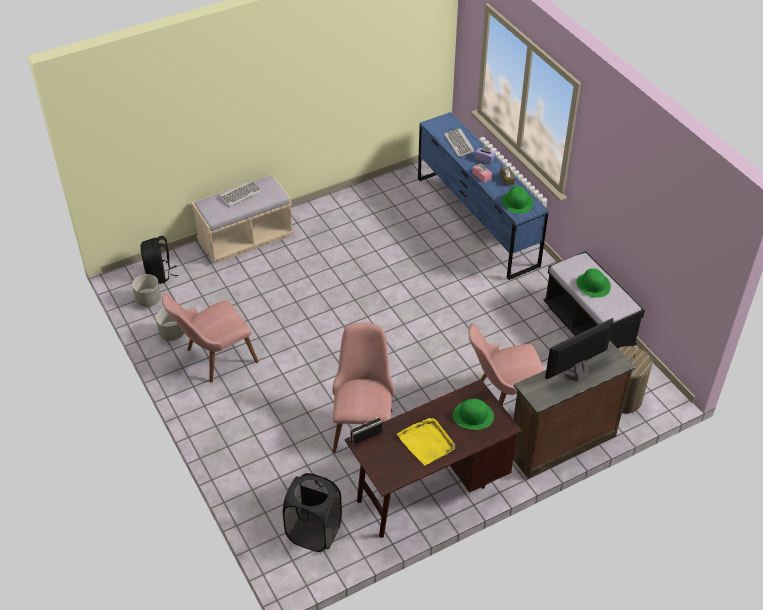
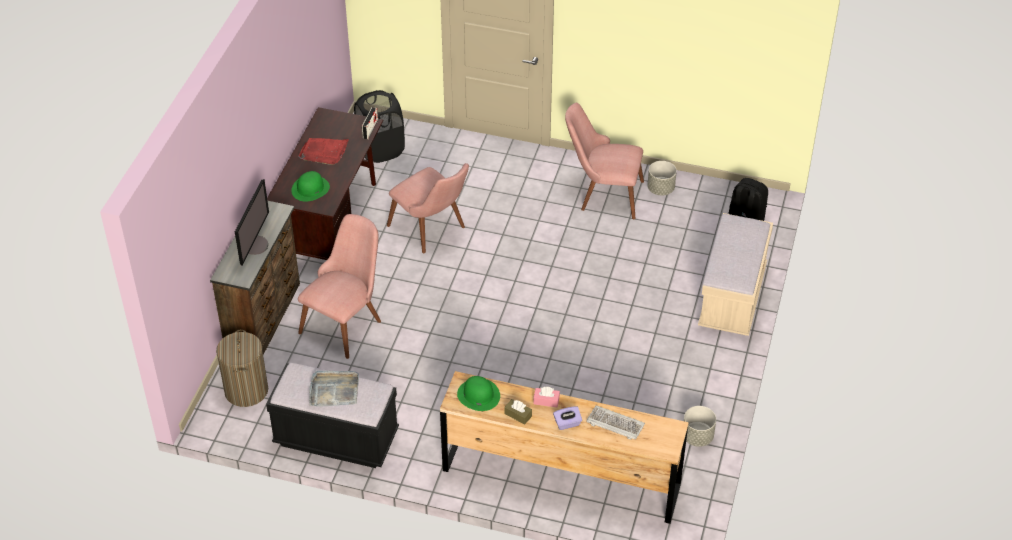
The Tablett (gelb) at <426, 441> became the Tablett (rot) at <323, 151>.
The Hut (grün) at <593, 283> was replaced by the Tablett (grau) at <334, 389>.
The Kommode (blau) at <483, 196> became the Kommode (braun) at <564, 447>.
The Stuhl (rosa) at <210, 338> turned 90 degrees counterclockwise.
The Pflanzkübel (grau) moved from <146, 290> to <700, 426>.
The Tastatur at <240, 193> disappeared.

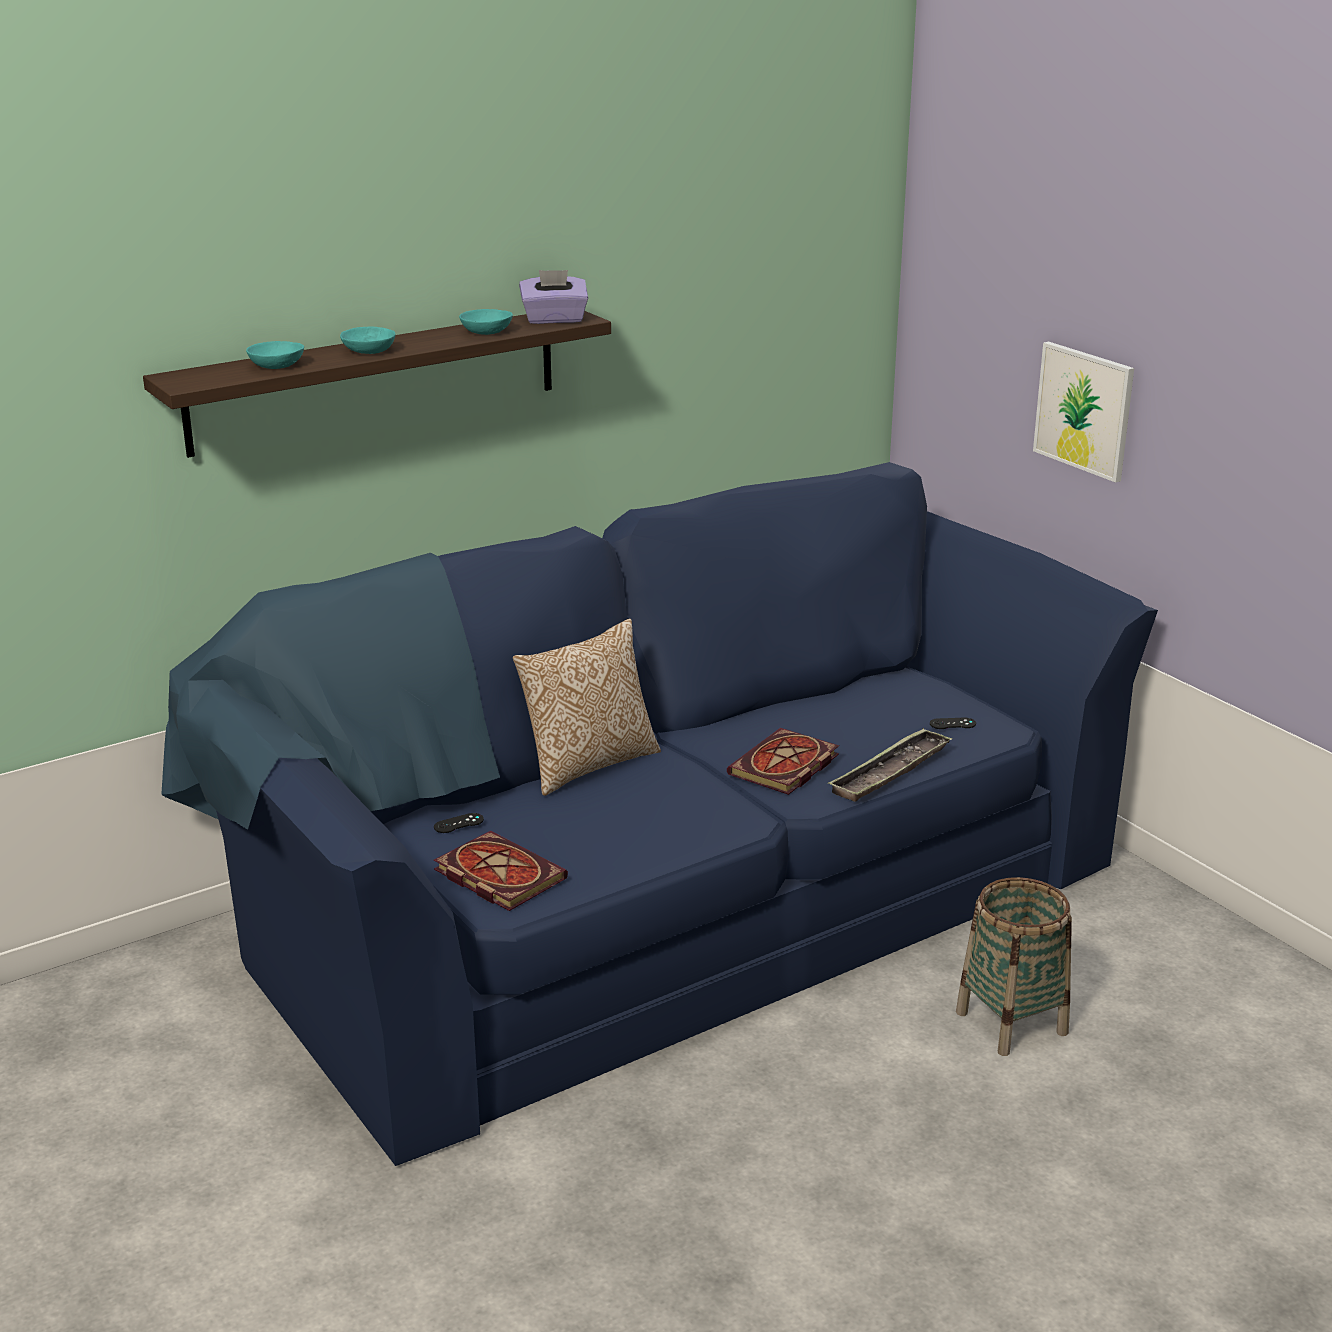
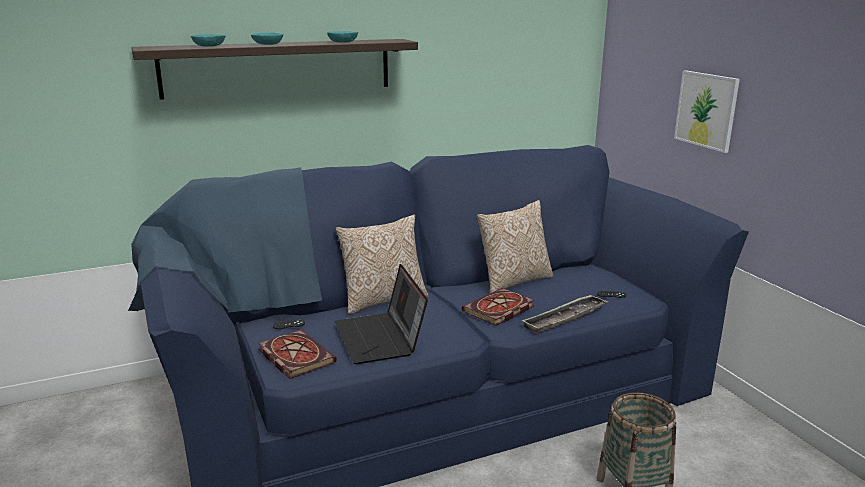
The Laptop at <381, 314> appeared.
The Kissen at <515, 246> appeared.
The Taschentuchbox (lila) at <553, 297> disappeared.

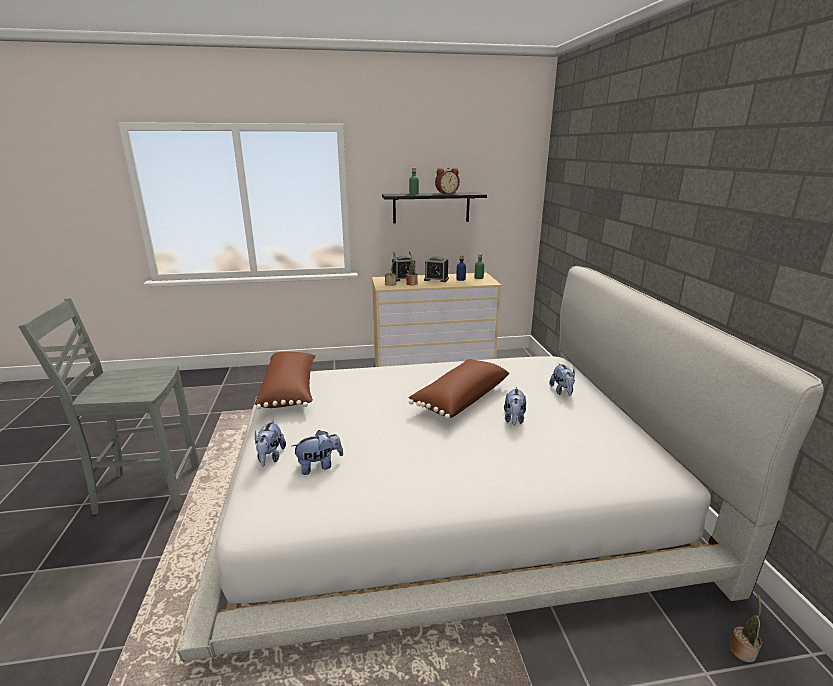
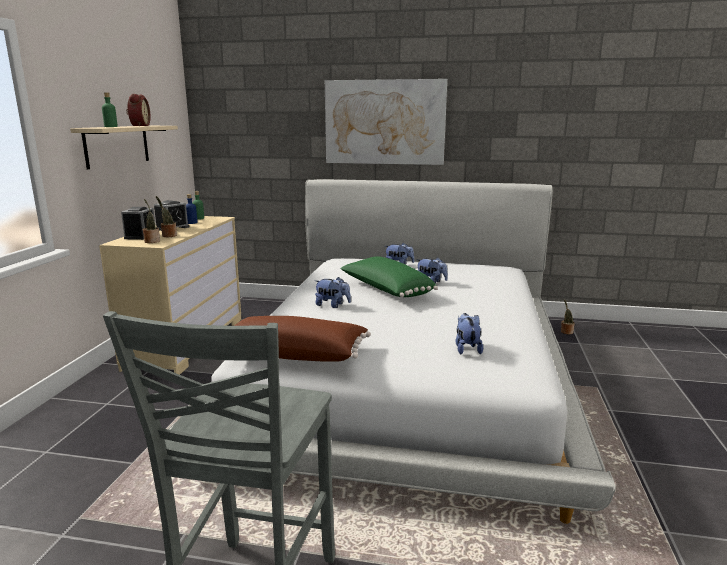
The Wandregal (schwarz) at <434, 208> became the Wandregal (beige) at <124, 147>.
The Plüschtier moved from <270, 443> to <333, 292>.
The Bild at <386, 122> appeared.
The Kissen (braun) at <458, 389> became the Kissen (grün) at <389, 276>.

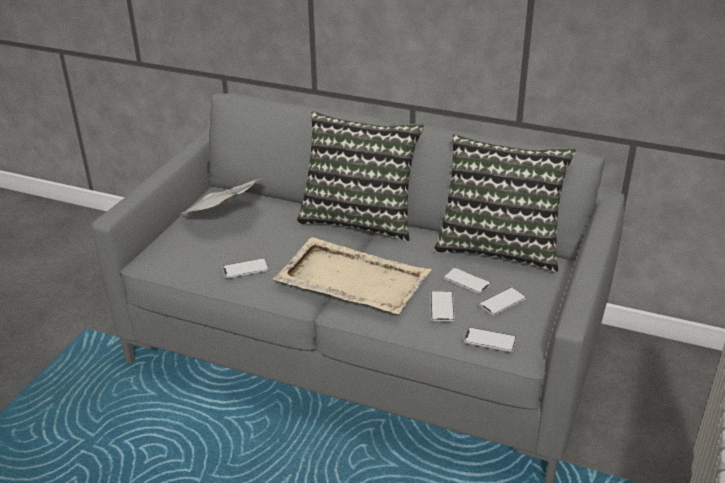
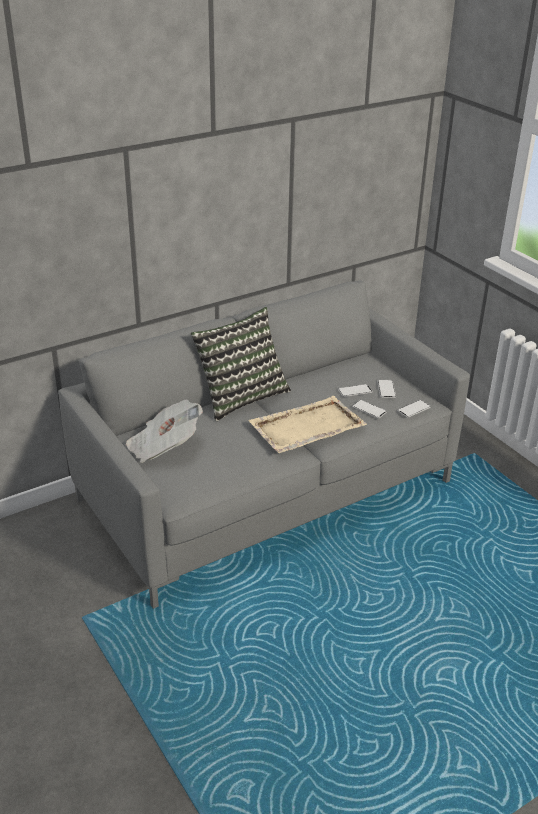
The Handy at <246, 268> disappeared.
The Kissen at <505, 203> disappeared.

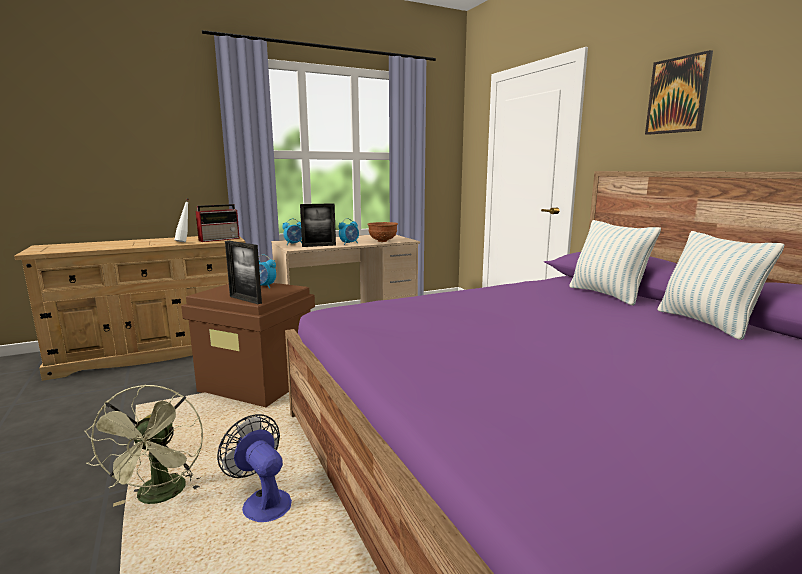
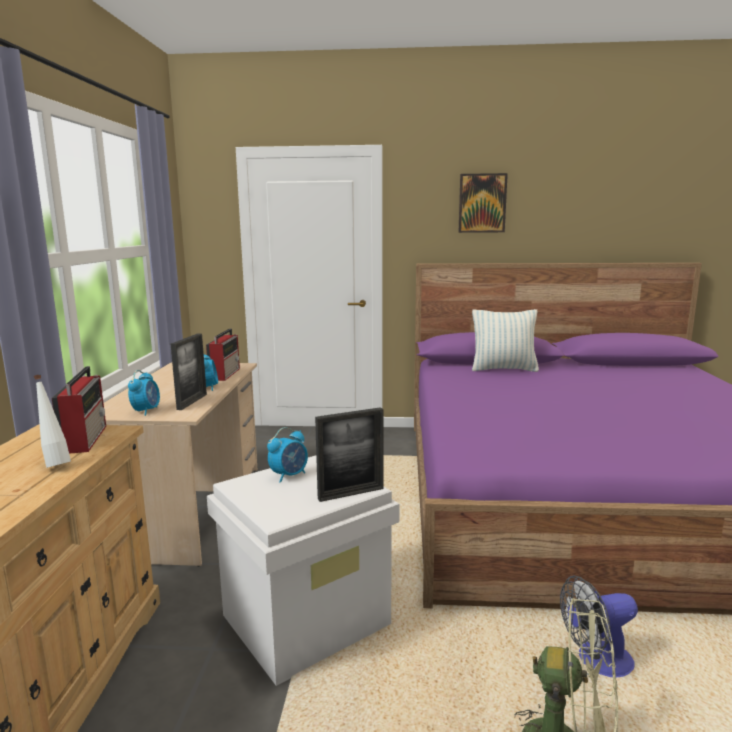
The Schüssel (braun) at <382, 232> was replaced by the Radio at <223, 354>.
The Aufbewahrungsbox (braun) at <248, 345> became the Aufbewahrungsbox (weiß) at <303, 570>.
The Kissen at <720, 285> disappeared.

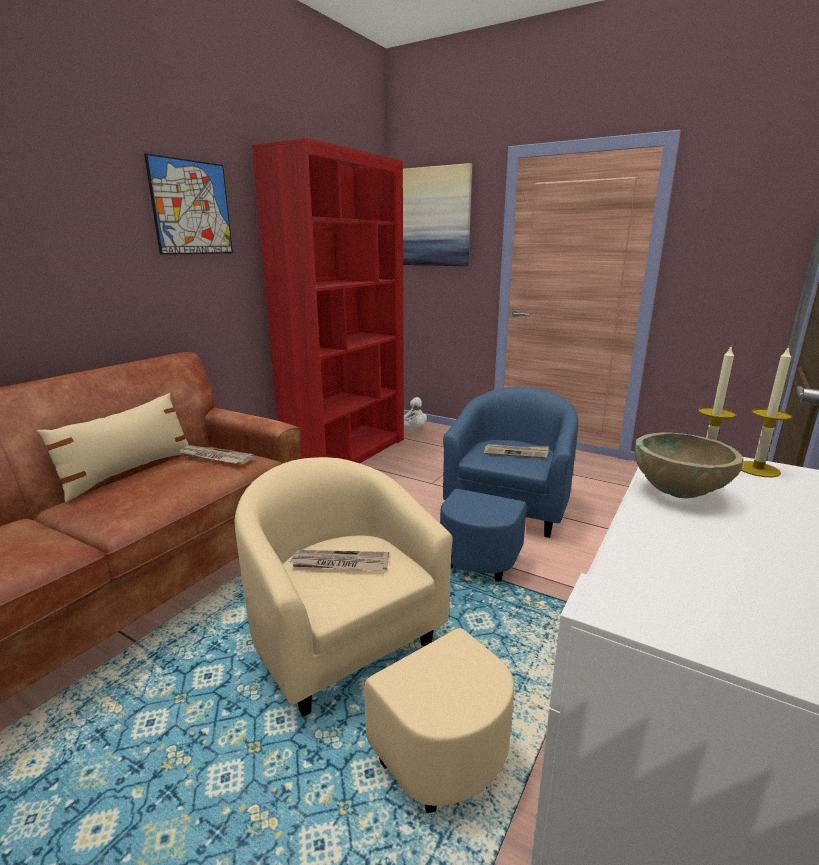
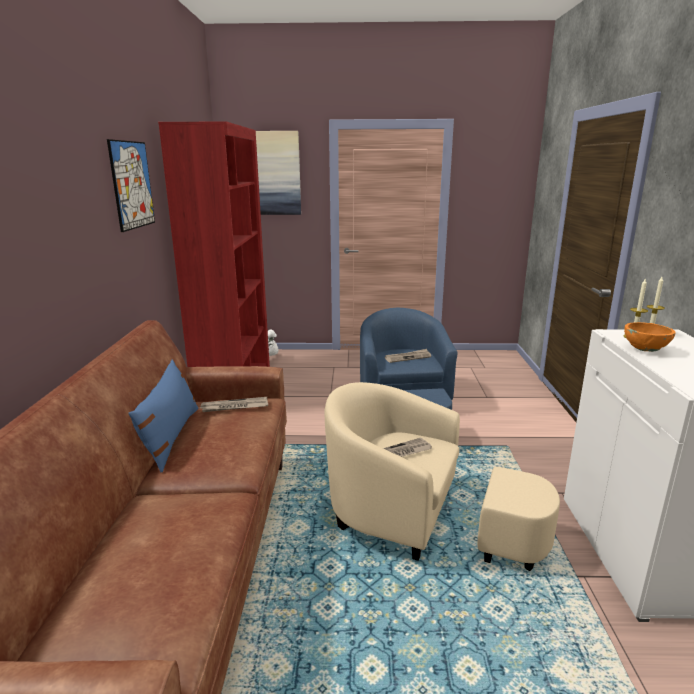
The Kissen (beige) at <113, 447> became the Kissen (blau) at <163, 416>.
The Schüssel (beige) at <688, 465> became the Schüssel (orange) at <650, 337>.

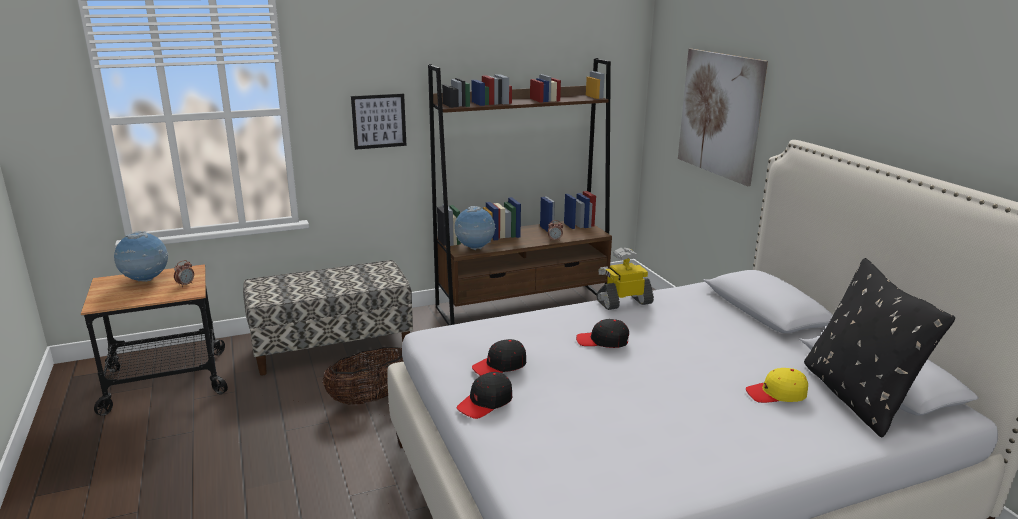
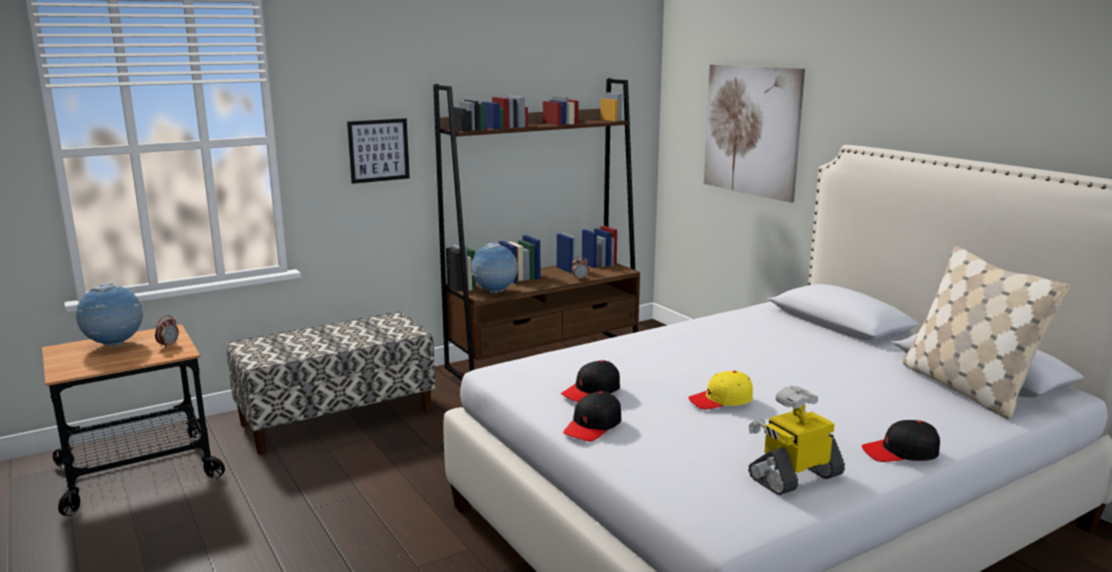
The Kappe (gelb) moved from <777, 385> to <720, 390>.
The Spielzeugroboter moved from <625, 279> to <796, 440>.
The Kappe (schwarz) moved from <602, 333> to <901, 441>.
The Kissen (schwarz) at <879, 348> became the Kissen (beige) at <986, 333>.
The Korb at <363, 376> disappeared.

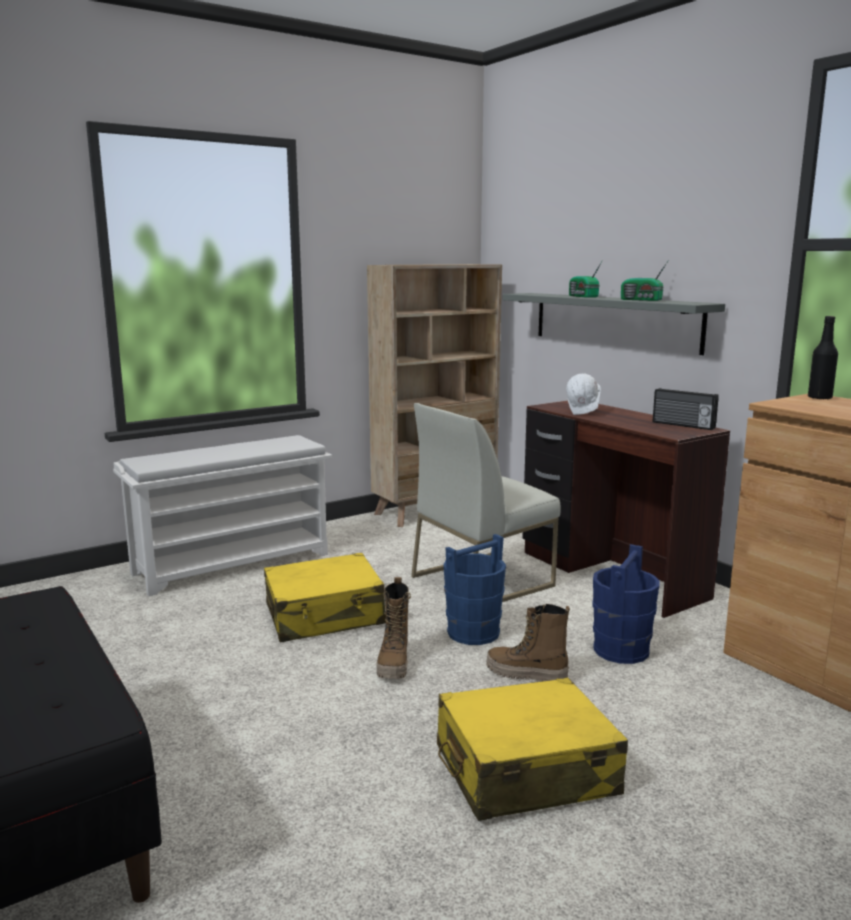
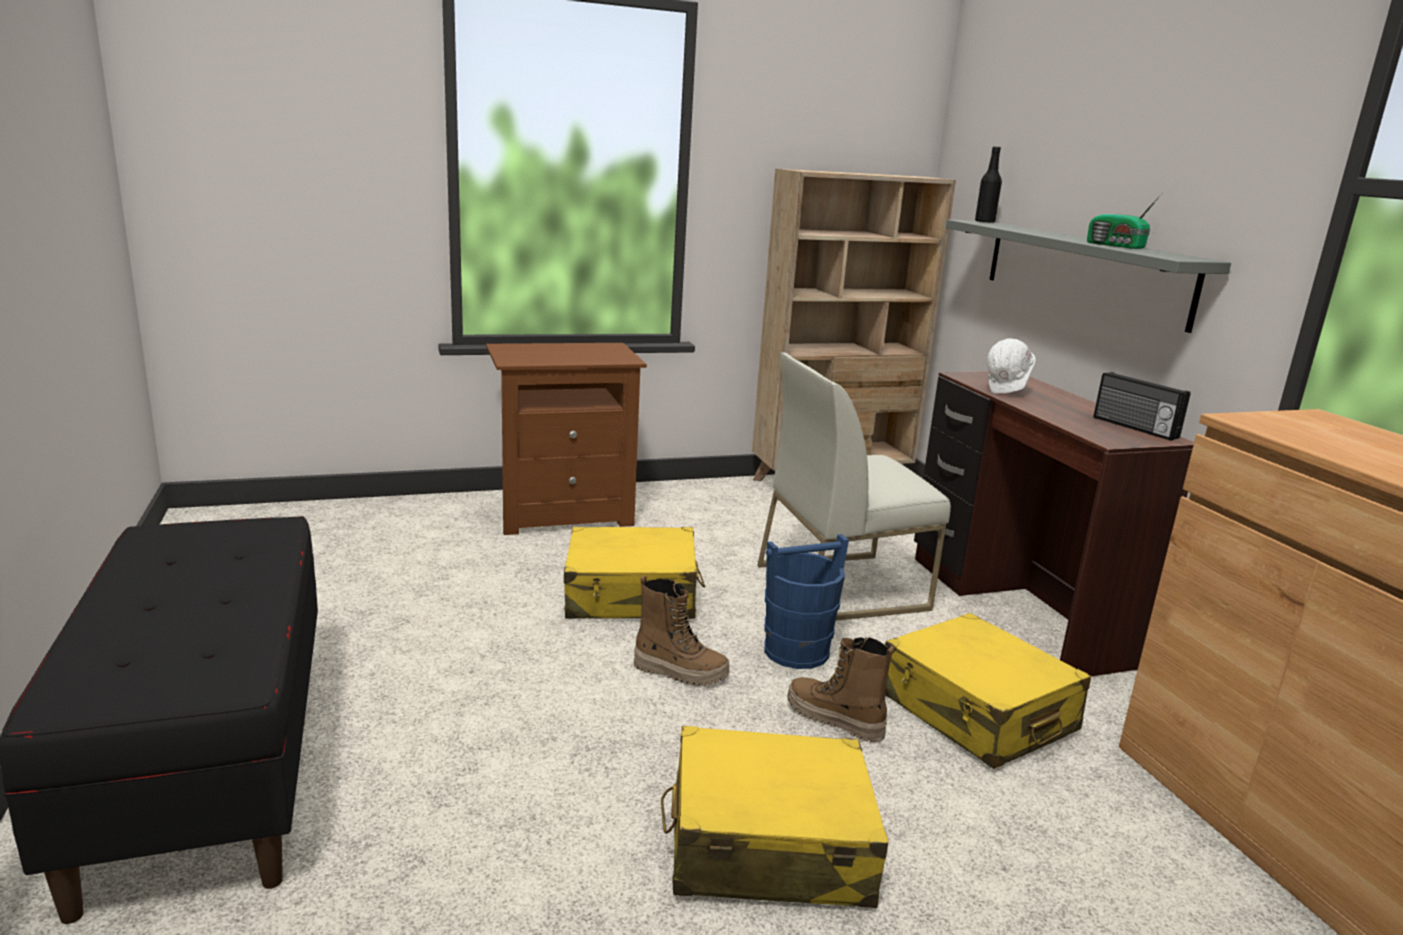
The Schuhregal (weiß) at <222, 515> was replaced by the Nachttisch (braun) at <566, 439>.
The Stiefel at <393, 628> turned 90 degrees counterclockwise.
The Eimer (blau) at <625, 604> was replaced by the Koffer (gelb) at <988, 691>.
The Flasche (schwarz) moved from <823, 358> to <988, 184>.
The Radio at <586, 279> disappeared.

